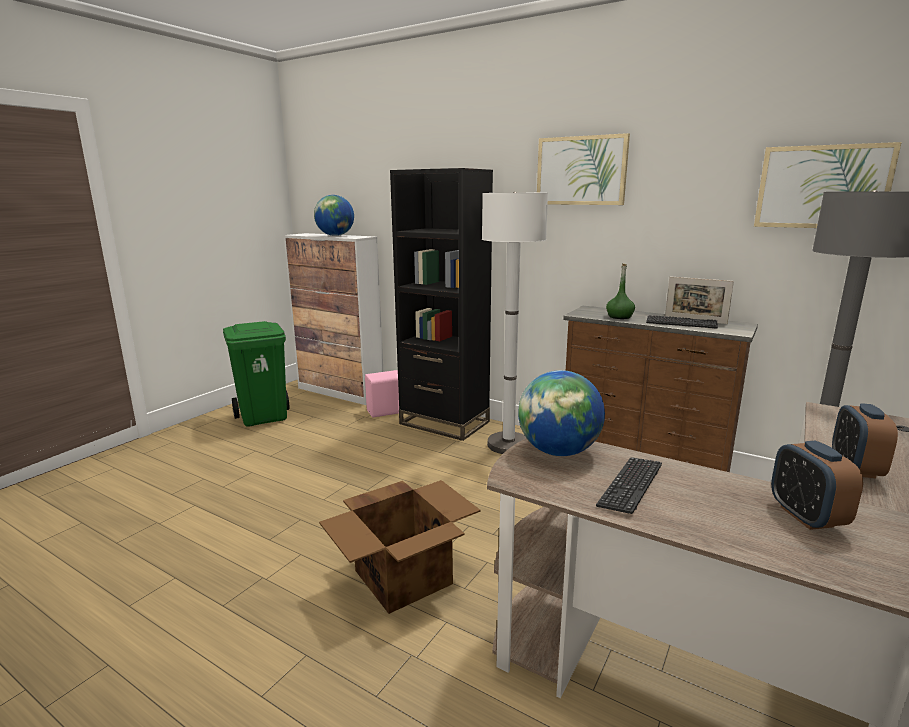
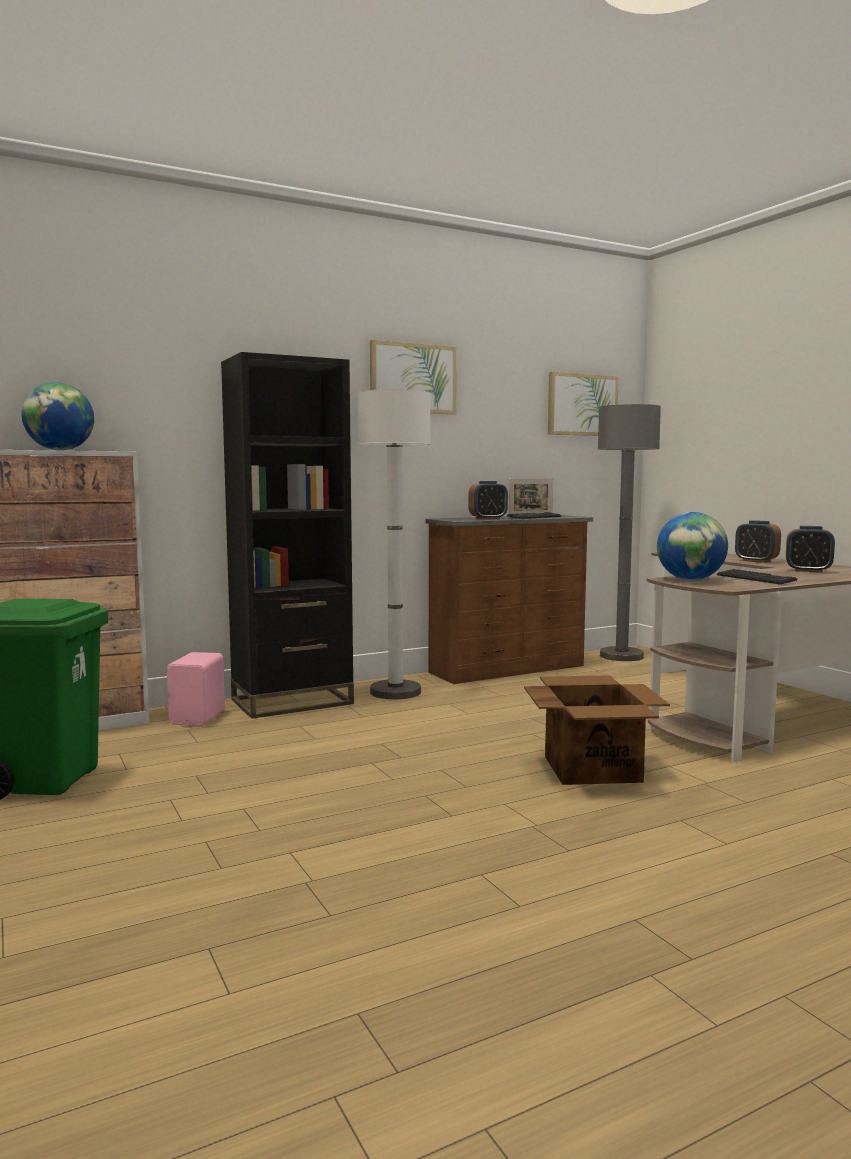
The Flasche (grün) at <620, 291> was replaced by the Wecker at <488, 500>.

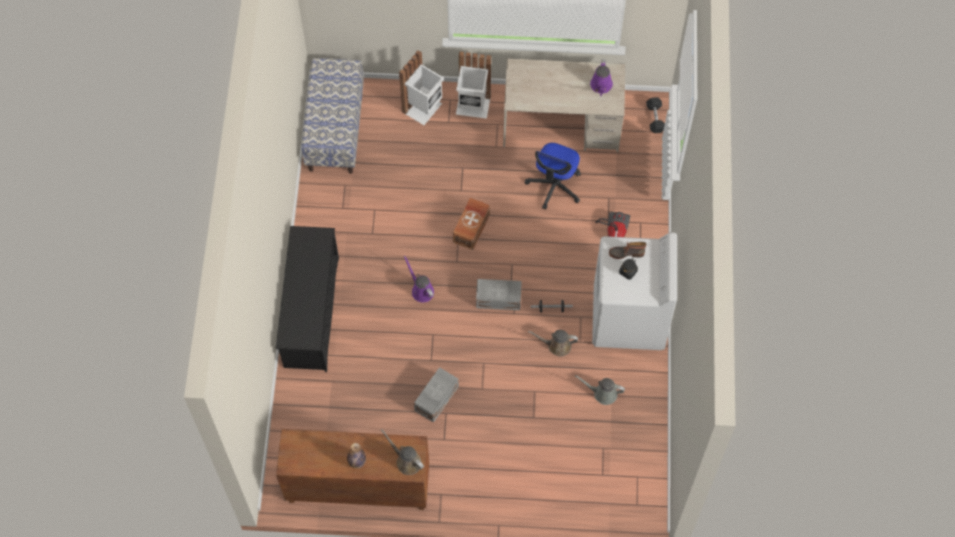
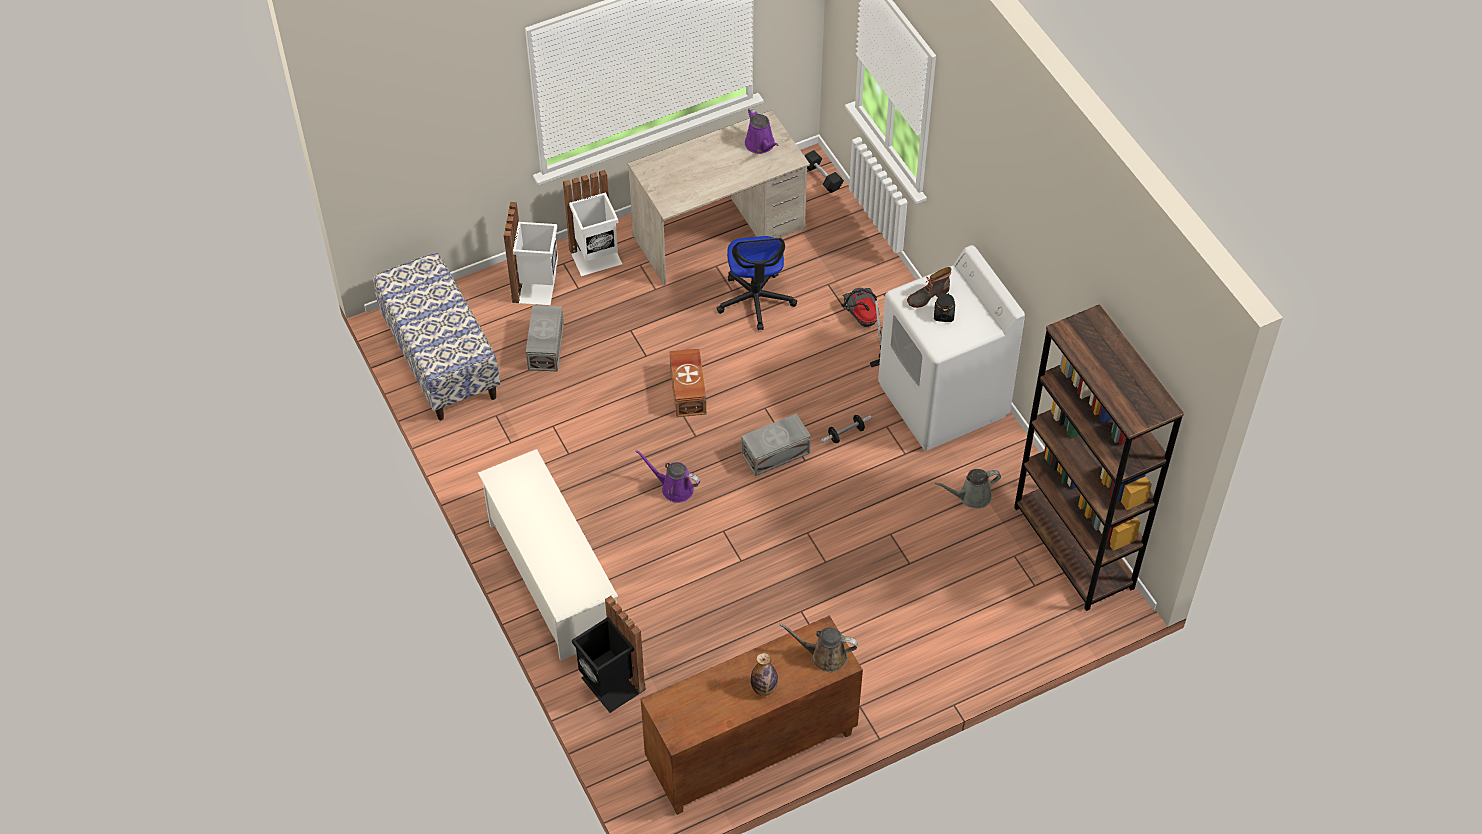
The Schuhregal (schwarz) at <307, 299> became the Schuhregal (weiß) at <548, 555>.
The Aufbewahrungsbox (grau) moved from <436, 395> to <545, 338>.
The Mülleimer (schwarz) at <609, 654> appeared.
The Bücherregal (braun) at <1099, 457> appeared.
The Gießkanne (braun) at <553, 343> disappeared.

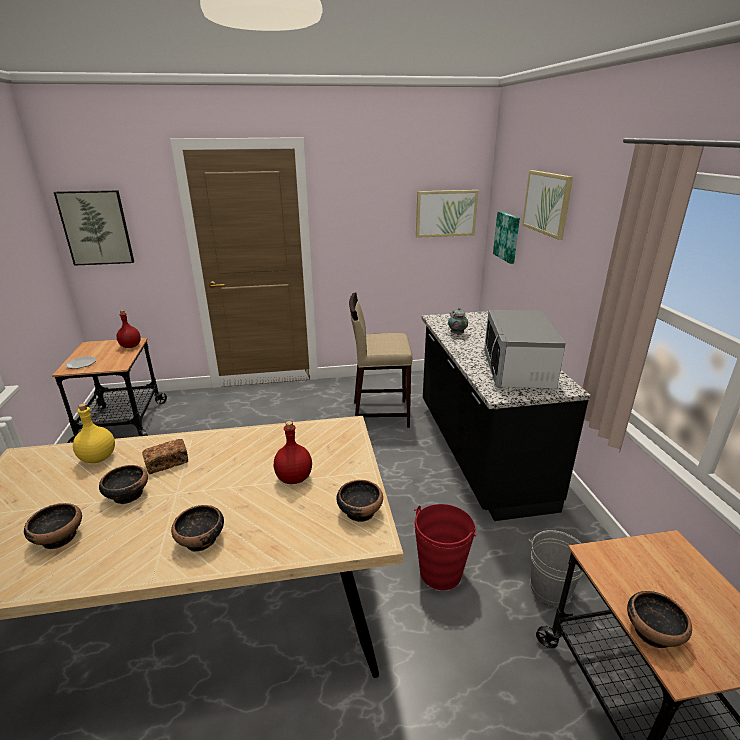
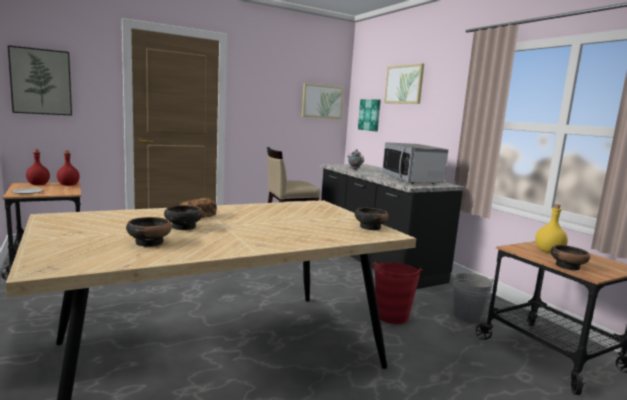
The Flasche (rot) moved from <293, 452> to <38, 167>.
The Flasche (gelb) moved from <94, 433> to <551, 228>.
The Schüssel at <197, 528> disappeared.

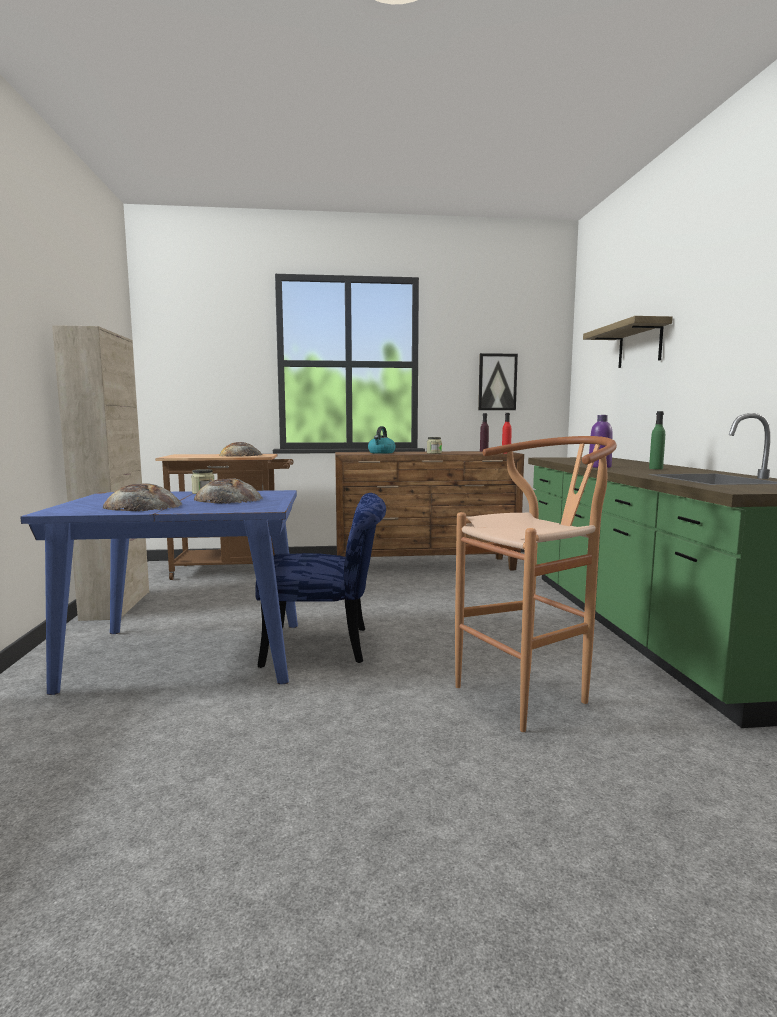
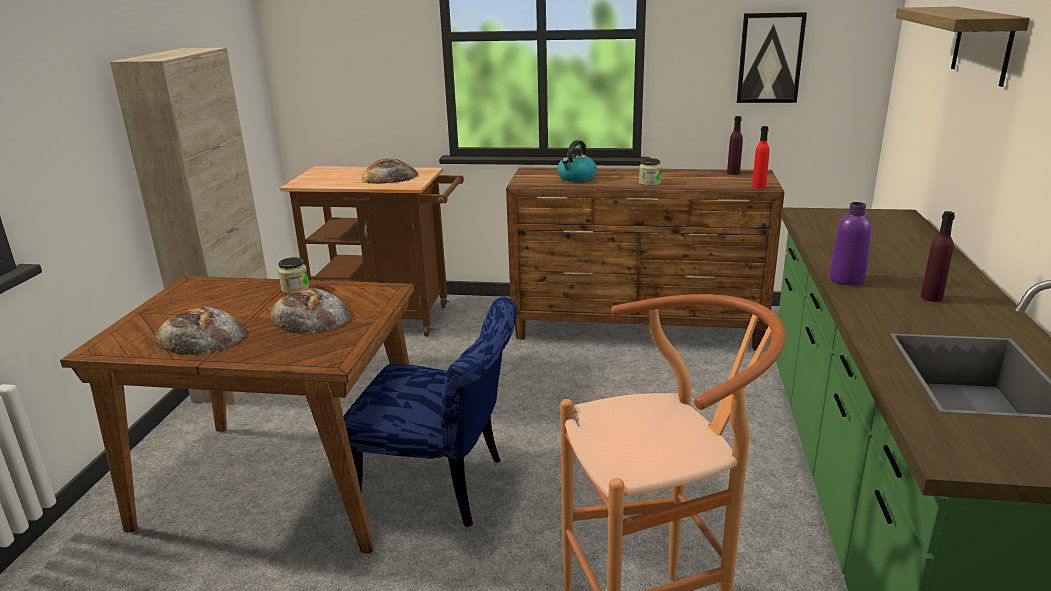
The Esstisch (blau) at <159, 592> became the Esstisch (braun) at <237, 414>.
The Flasche (grün) at <657, 440> became the Flasche (lila) at <938, 256>.

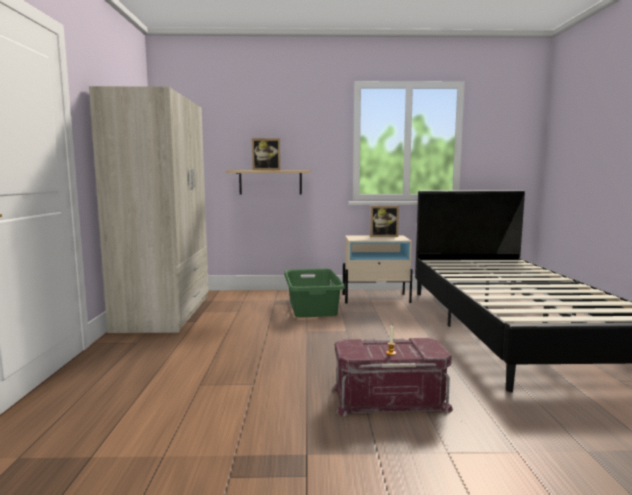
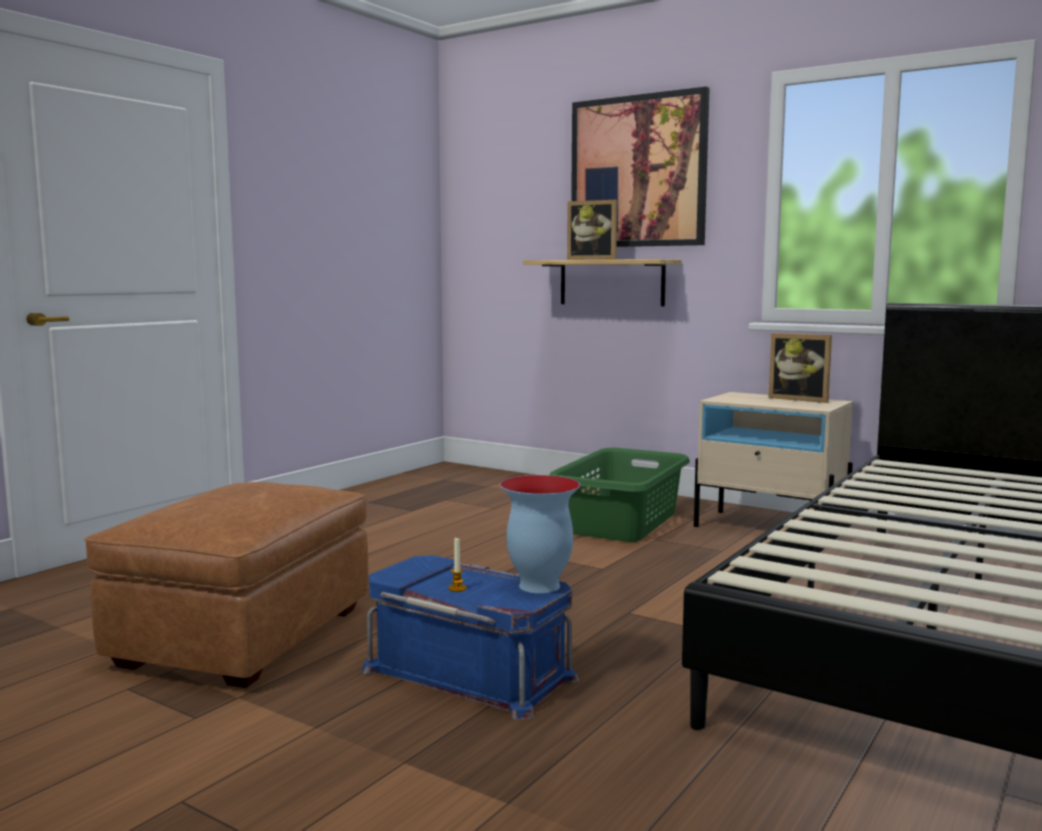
The Polsterhocker (braun) at <226, 585> appeared.
The Aufbewahrungsbox (rot) at <392, 377> became the Aufbewahrungsbox (blau) at <470, 637>.
The Vase at <540, 534> appeared.
The Bild at <640, 166> appeared.
The Kleiderschrank (beige) at <149, 209> disappeared.

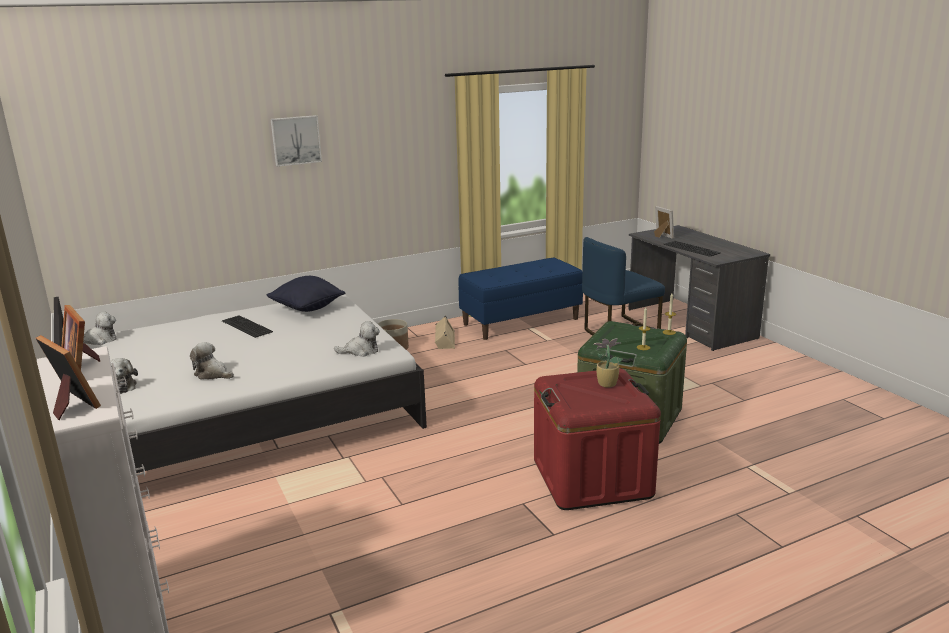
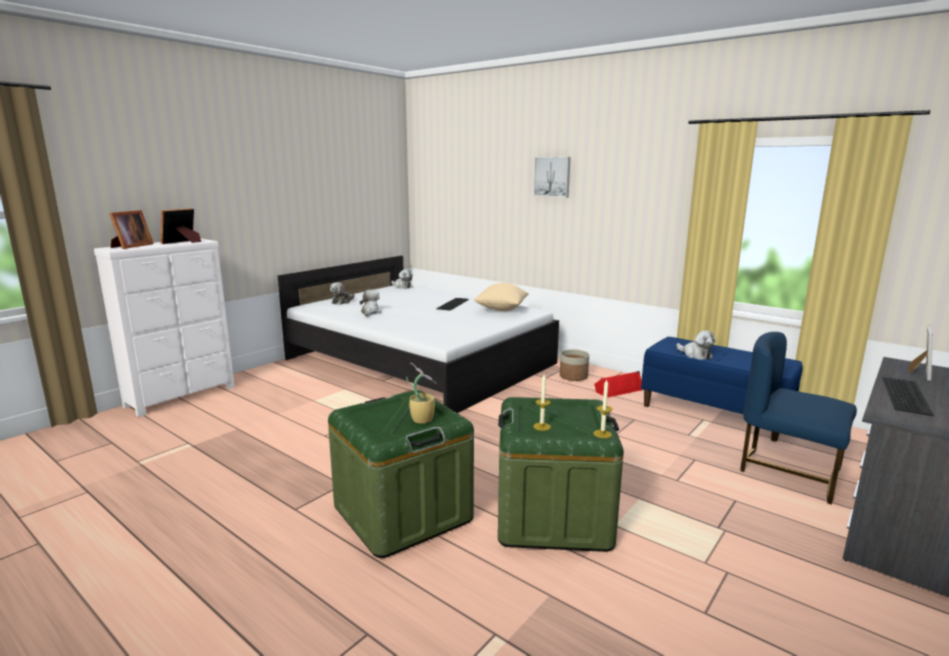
The Aufbewahrungsbox (rot) at <597, 439> became the Aufbewahrungsbox (grün) at <401, 474>.
The Kissen (schwarz) at <306, 294> became the Kissen (beige) at <501, 297>.
The Lautsprecher (beige) at <445, 332> became the Lautsprecher (rot) at <619, 384>.
The Plüschtier moved from <357, 339> to <696, 345>.

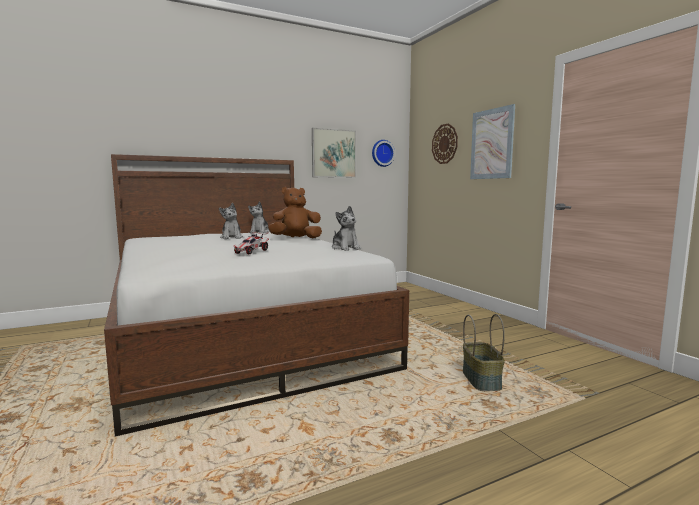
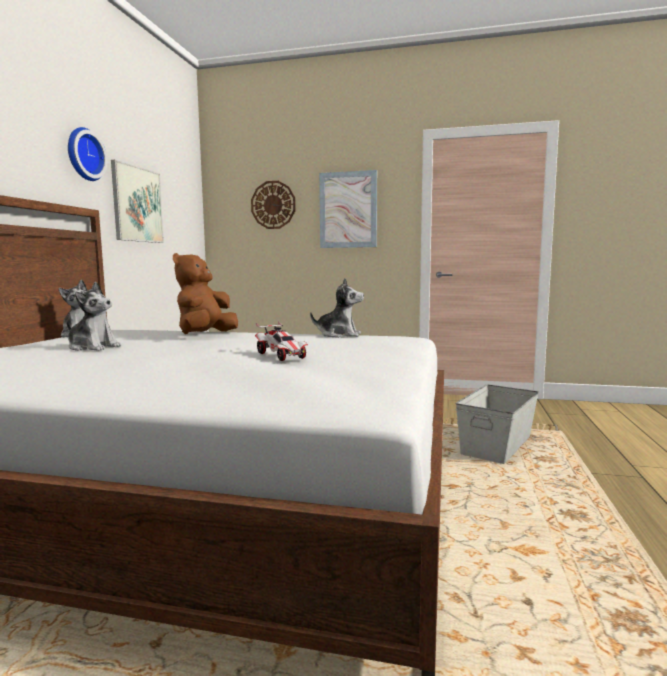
The Wanduhr moved from <383, 153> to <87, 154>.
The Korb at <484, 352> was replaced by the Aufbewahrungsbox (grau) at <497, 424>.

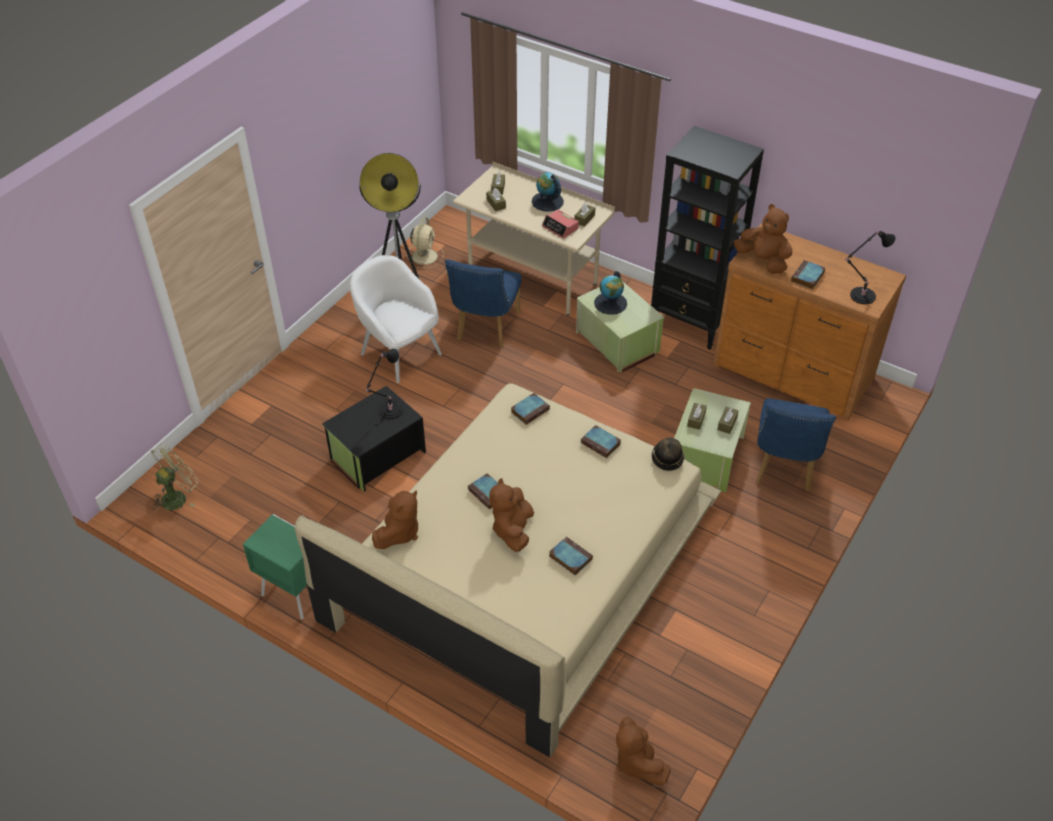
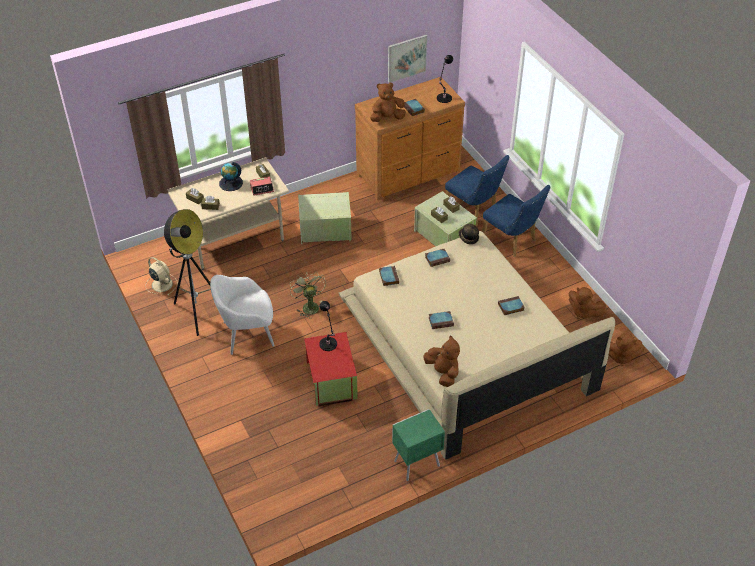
The Ventilator (grün) moved from <175, 477> to <307, 295>.
The Aufbewahrungsbox (schwarz) at <374, 439> became the Aufbewahrungsbox (rot) at <331, 369>.
The Bild at <407, 59> appeared.
The Stuhl (blau) moved from <483, 303> to <516, 221>.
The Plüschtier (braun) moved from <511, 515> to <588, 303>.
The Globus at <610, 293> disappeared.
The Bücherregal (schwarz) at <707, 238> disappeared.

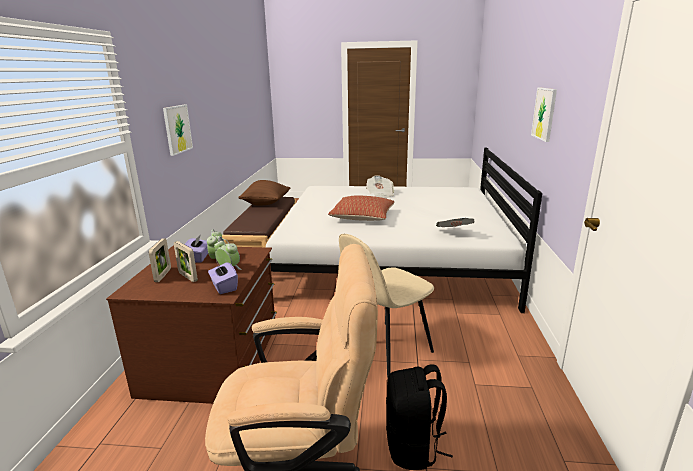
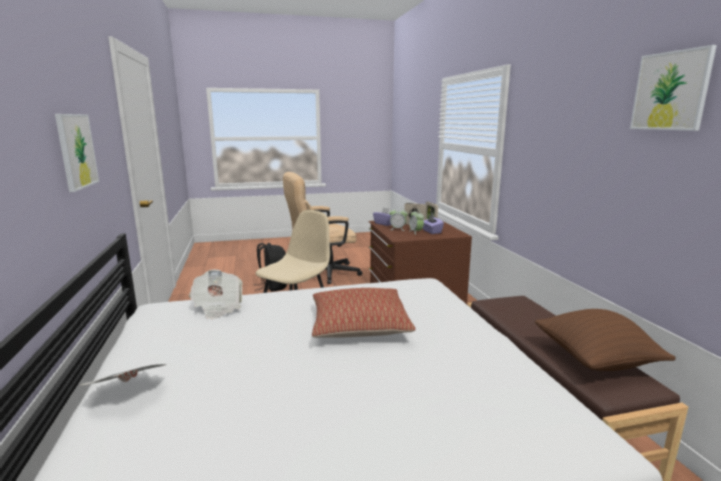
The Zeitung moved from <380, 186> to <123, 374>.
The Bild moved from <178, 130> to <673, 88>.

